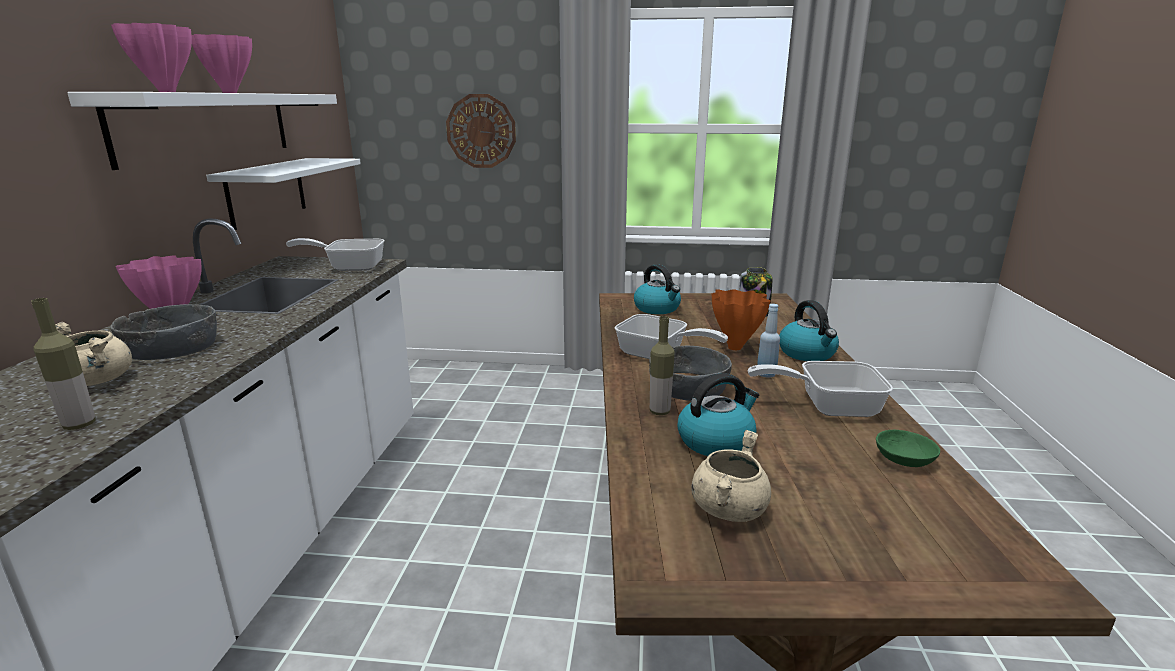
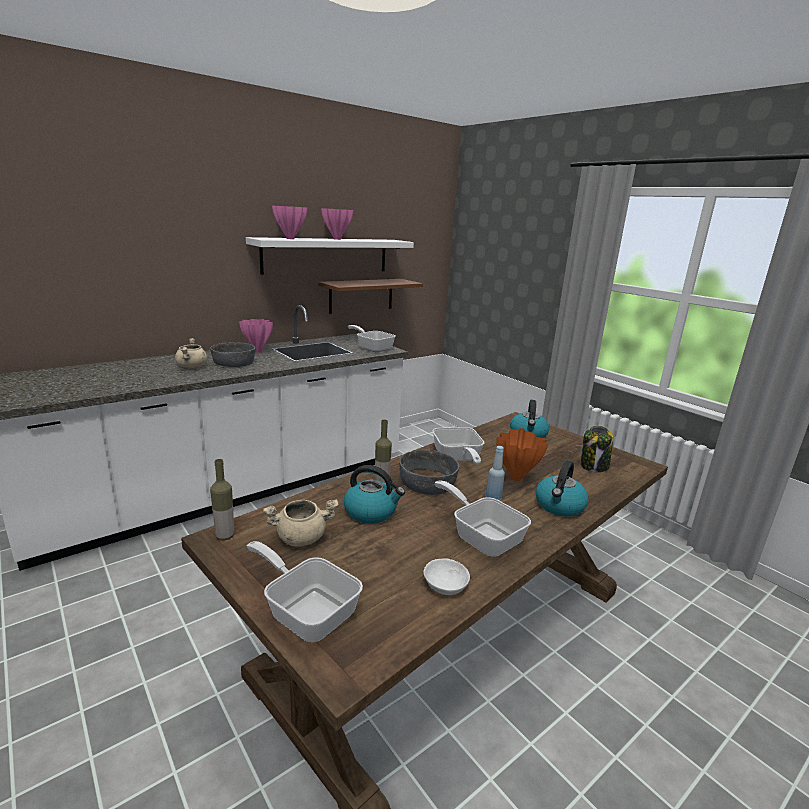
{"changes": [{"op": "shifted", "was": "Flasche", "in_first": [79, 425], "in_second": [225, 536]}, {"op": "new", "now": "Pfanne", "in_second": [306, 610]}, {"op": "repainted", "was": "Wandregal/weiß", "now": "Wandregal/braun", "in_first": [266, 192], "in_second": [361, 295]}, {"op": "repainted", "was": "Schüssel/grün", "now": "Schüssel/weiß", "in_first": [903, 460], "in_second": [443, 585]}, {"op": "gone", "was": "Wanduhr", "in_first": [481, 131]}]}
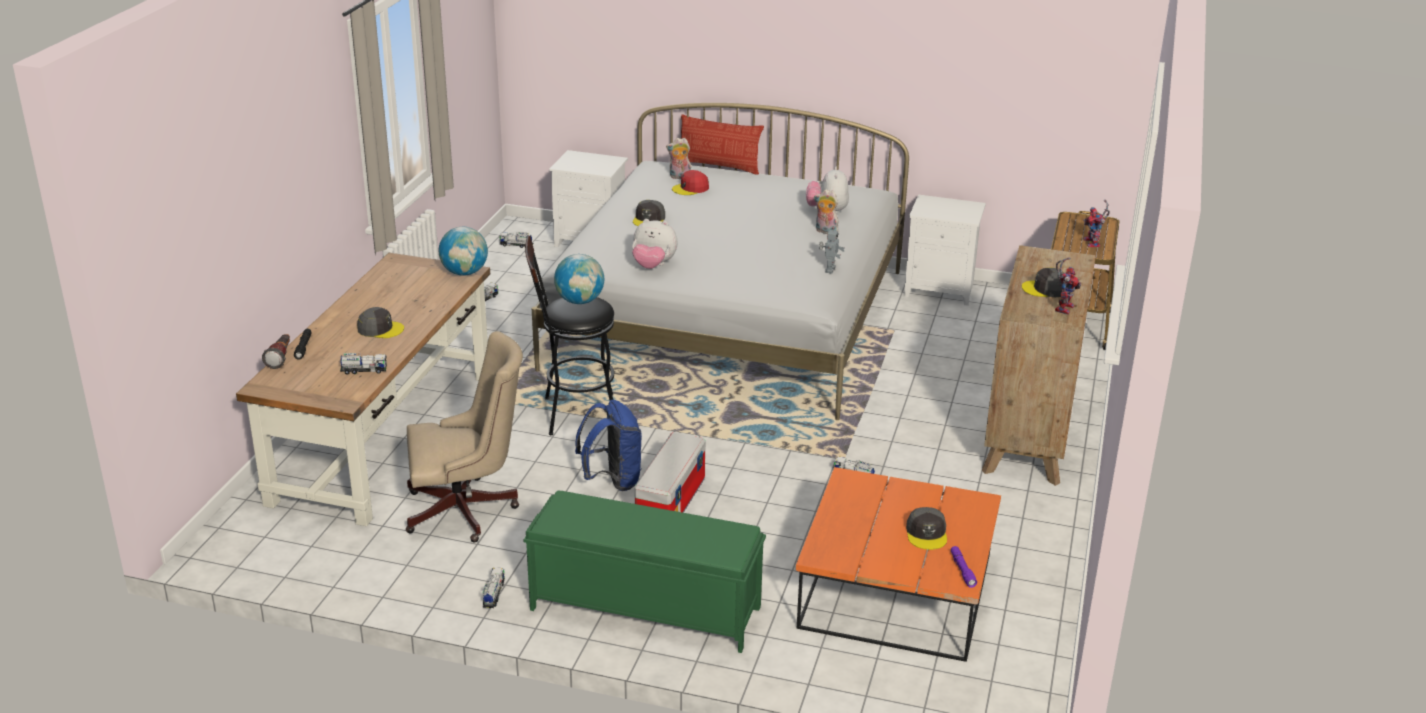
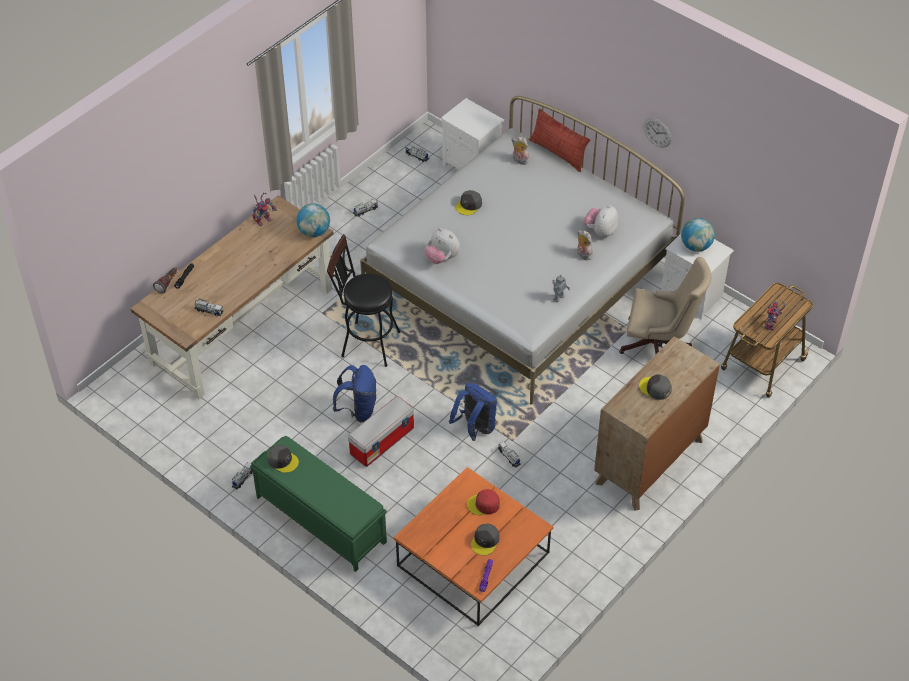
{"changes": [{"op": "shifted", "was": "Spielzeugroboter", "in_first": [1063, 307], "in_second": [264, 219]}, {"op": "shifted", "was": "Kappe/grau", "in_first": [380, 329], "in_second": [282, 460]}, {"op": "new", "now": "Rucksack/blau", "in_second": [475, 428]}, {"op": "shifted", "was": "Kappe/rot", "in_first": [690, 188], "in_second": [484, 504]}, {"op": "shifted", "was": "Bürostuhl/beige", "in_first": [467, 511], "in_second": [659, 346]}, {"op": "new", "now": "Wanduhr", "in_second": [657, 132]}, {"op": "shifted", "was": "Globus", "in_first": [580, 301], "in_second": [696, 246]}]}
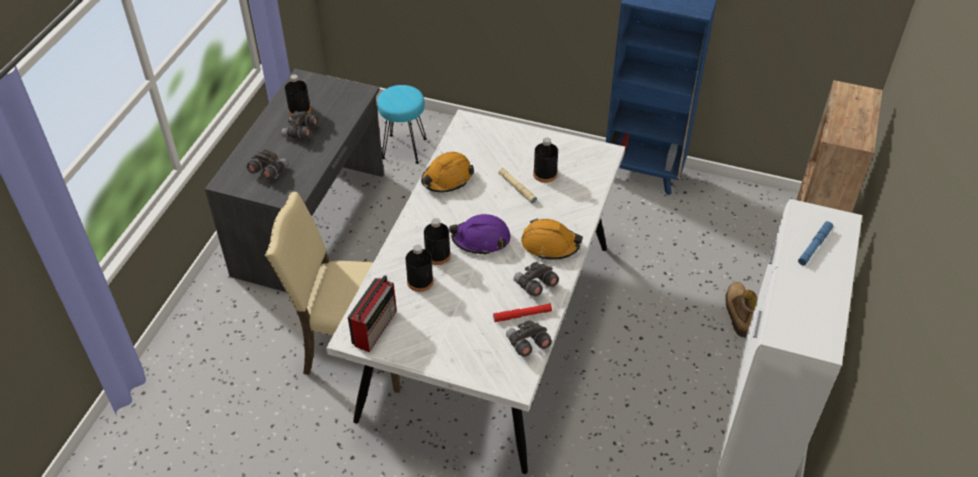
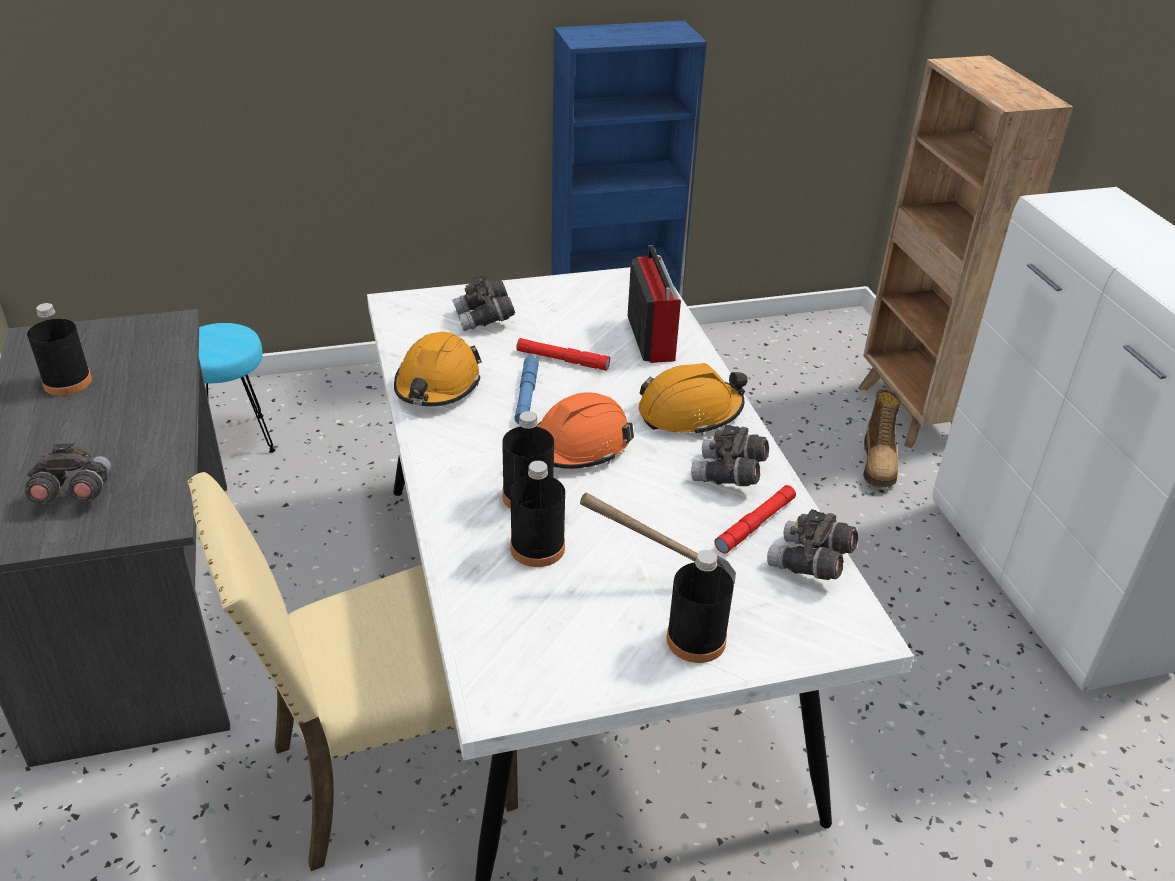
{"changes": [{"op": "shifted", "was": "Fernglas/grau", "in_first": [301, 133], "in_second": [484, 319]}, {"op": "shifted", "was": "Taschenlampe/blau", "in_first": [814, 246], "in_second": [526, 395]}, {"op": "repainted", "was": "Taschenlampe/beige", "now": "Taschenlampe/rot", "in_first": [517, 188], "in_second": [562, 360]}, {"op": "repainted", "was": "Schutzhelm/lila", "now": "Schutzhelm/orange", "in_first": [481, 239], "in_second": [578, 446]}, {"op": "new", "now": "Hammer", "in_second": [663, 580]}, {"op": "shifted", "was": "Radio", "in_first": [375, 327], "in_second": [651, 336]}, {"op": "shifted", "was": "Flasche/schwarz", "in_first": [545, 174], "in_second": [696, 640]}, {"op": "rotated", "was": "Stiefel", "in_first": [738, 312], "in_second": [879, 463], "clockwise": -135}]}
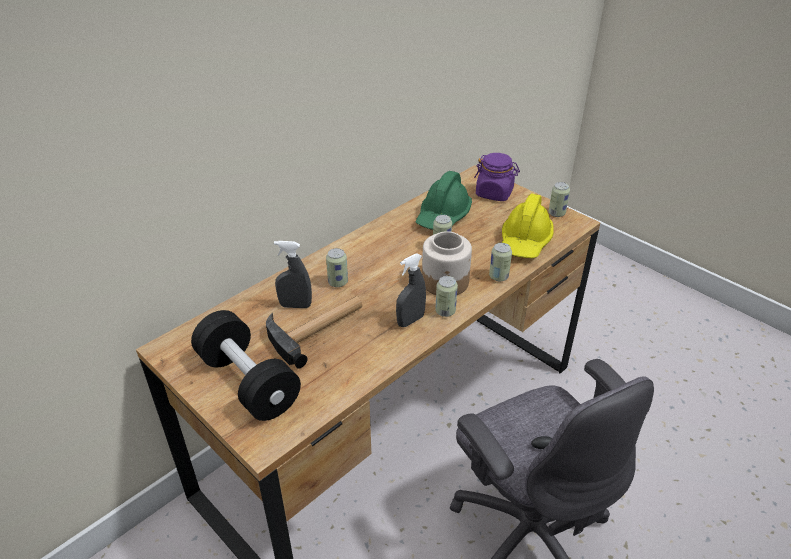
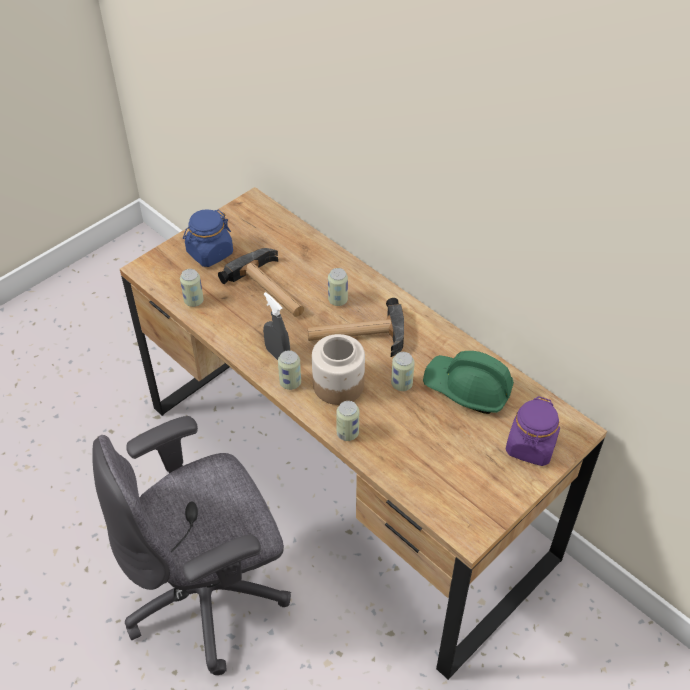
{"changes": [{"op": "shifted", "was": "Dose", "in_first": [556, 213], "in_second": [194, 301]}, {"op": "swapped", "was": "Hantel/schwarz", "now": "Vorratsglas/blau", "in_first": [248, 382], "in_second": [209, 253]}, {"op": "new", "now": "Hammer", "in_second": [356, 335]}, {"op": "gone", "was": "Sprühflasche/grau", "in_first": [295, 305]}, {"op": "gone", "was": "Schutzhelm/gelb", "in_first": [525, 241]}]}
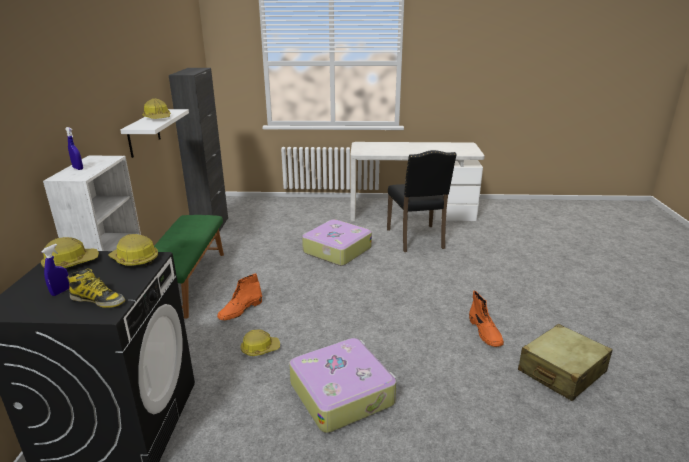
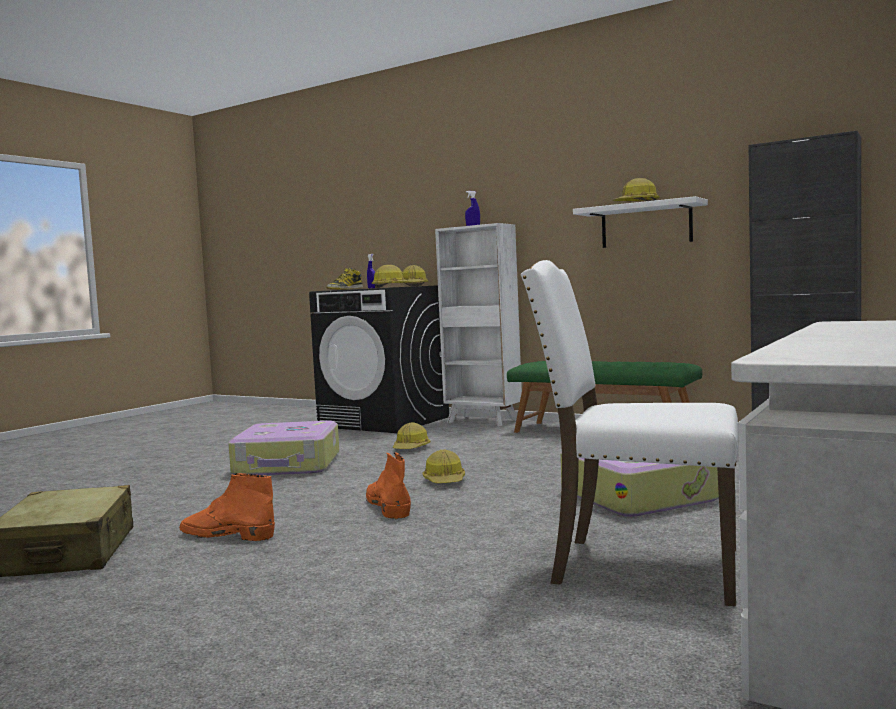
{"changes": [{"op": "shifted", "was": "Stiefel/orange", "in_first": [240, 310], "in_second": [387, 506]}, {"op": "new", "now": "Schutzhelm", "in_second": [445, 481]}, {"op": "repainted", "was": "Stuhl/schwarz", "now": "Stuhl/weiß", "in_first": [417, 239], "in_second": [641, 567]}]}
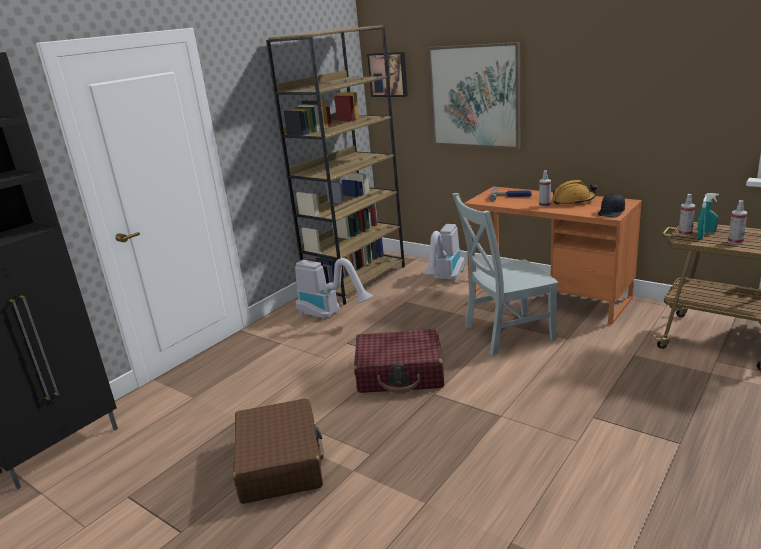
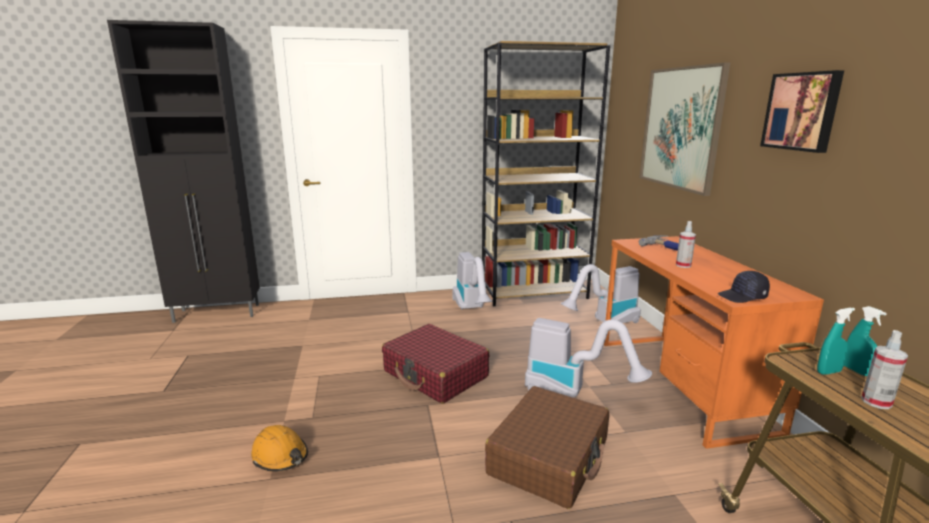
{"changes": [{"op": "shifted", "was": "Schutzhelm/orange", "in_first": [573, 201], "in_second": [280, 456]}, {"op": "shifted", "was": "Koffer/braun", "in_first": [280, 462], "in_second": [549, 457]}, {"op": "swapped", "was": "Stuhl/grau", "now": "Staubsauger", "in_first": [505, 333], "in_second": [573, 392]}, {"op": "shifted", "was": "Bild", "in_first": [388, 74], "in_second": [802, 111]}, {"op": "gone", "was": "Sprühflasche", "in_first": [685, 233]}]}
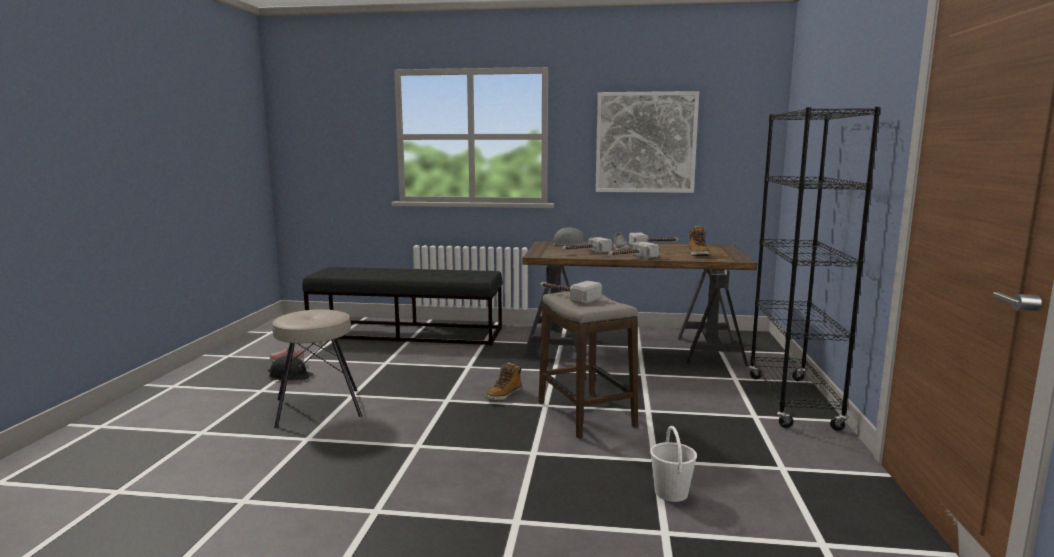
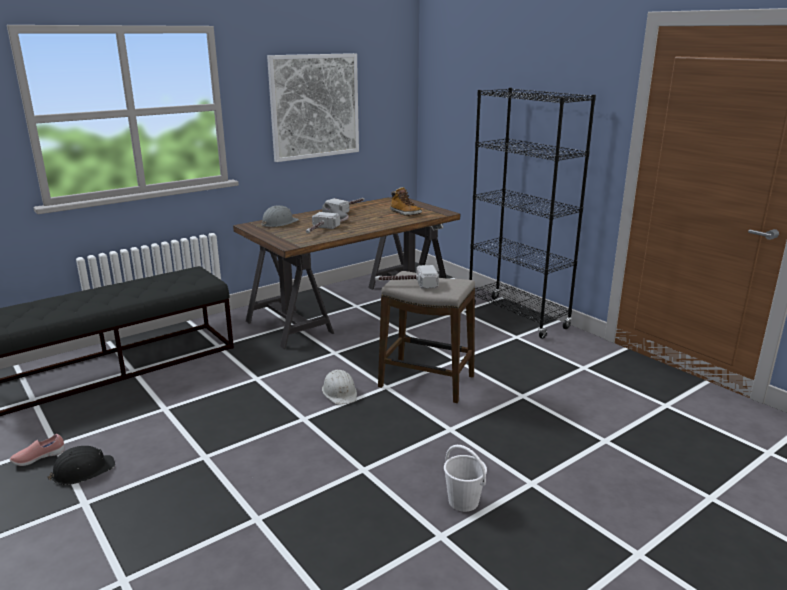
{"changes": [{"op": "swapped", "was": "Stiefel", "now": "Schutzhelm/weiß", "in_first": [504, 395], "in_second": [340, 392]}, {"op": "shifted", "was": "Eimer/weiß", "in_first": [671, 493], "in_second": [464, 502]}, {"op": "gone", "was": "Hocker/beige", "in_first": [318, 407]}, {"op": "gone", "was": "Hammer", "in_first": [630, 258]}]}
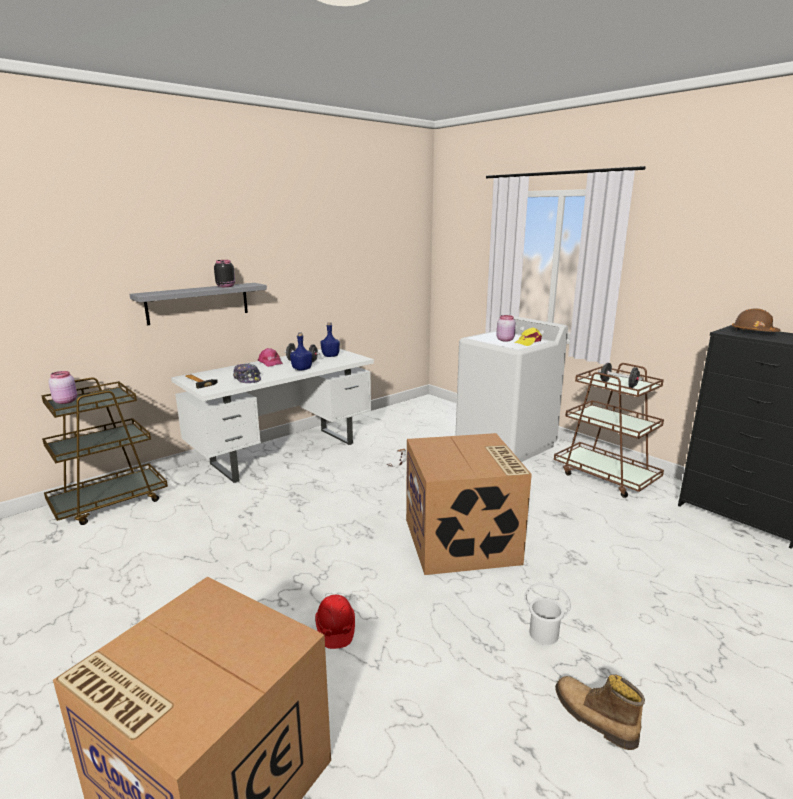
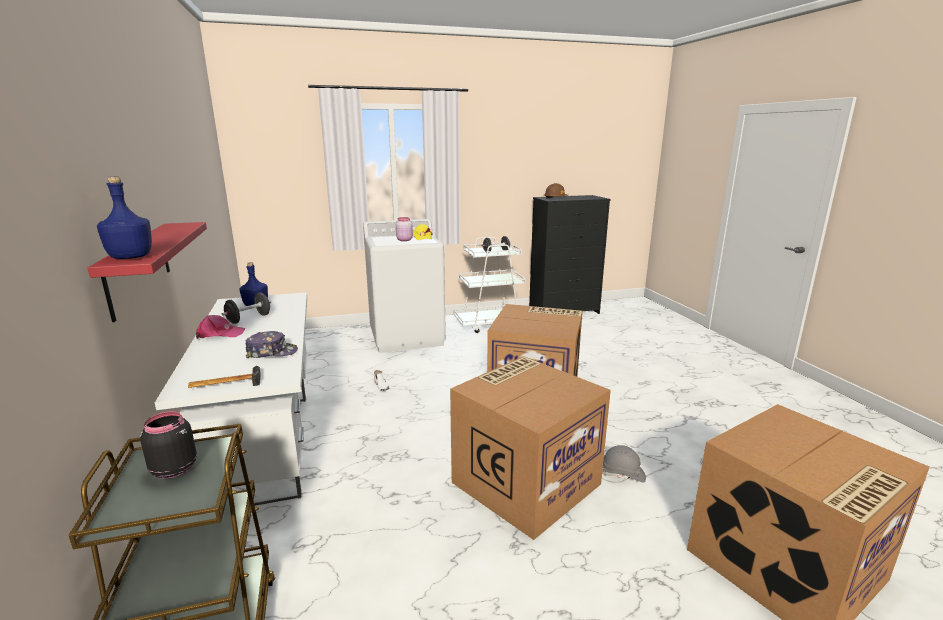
{"changes": [{"op": "repainted", "was": "Wandregal/grau", "now": "Wandregal/rot", "in_first": [198, 303], "in_second": [139, 267]}, {"op": "shifted", "was": "Flasche/blau", "in_first": [301, 369], "in_second": [131, 257]}, {"op": "shifted", "was": "Vorratsglas/schwarz", "in_first": [226, 286], "in_second": [174, 469]}, {"op": "new", "now": "Karton", "in_second": [525, 481]}, {"op": "repainted", "was": "Rollwagen/braun", "now": "Rollwagen/weiß", "in_first": [605, 477], "in_second": [491, 324]}, {"op": "repainted", "was": "Schutzhelm/rot", "now": "Schutzhelm/grau", "in_first": [335, 629], "in_second": [622, 474]}, {"op": "gone", "was": "Vorratsglas/rosa", "in_first": [66, 401]}, {"op": "gone", "was": "Eimer/weiß", "in_first": [543, 633]}, {"op": "gone", "was": "Stiefel", "in_first": [593, 718]}]}
